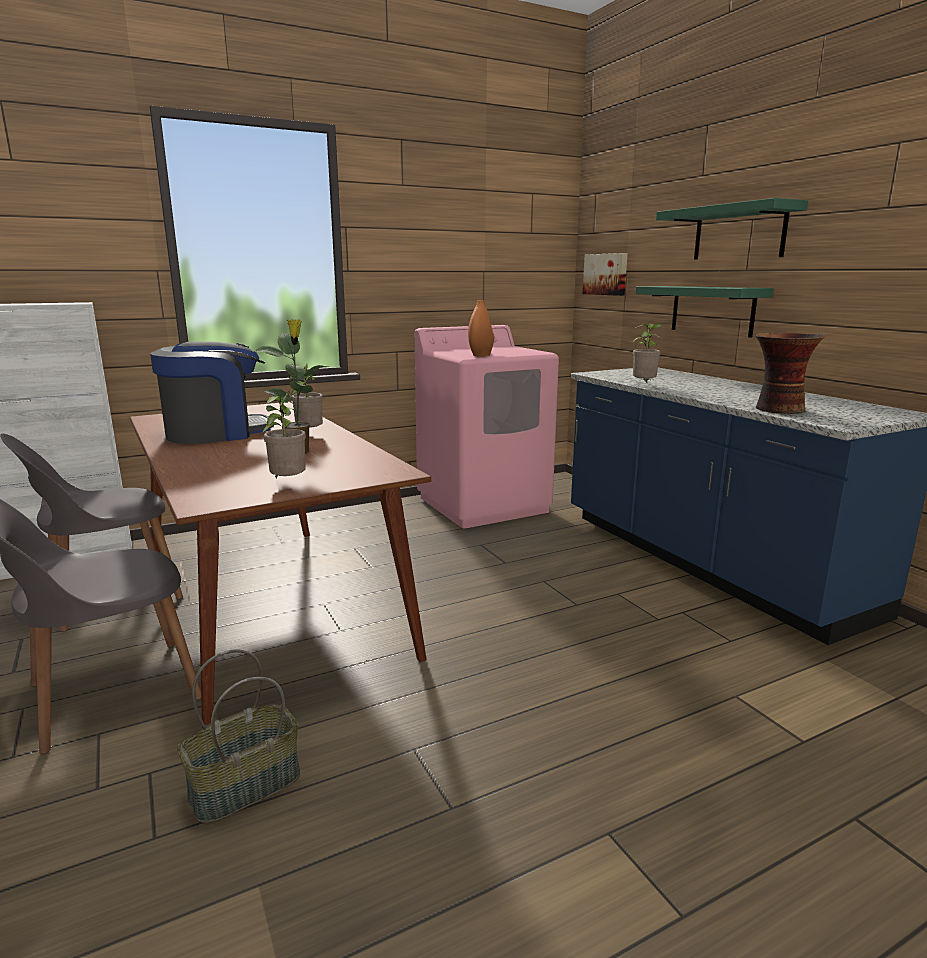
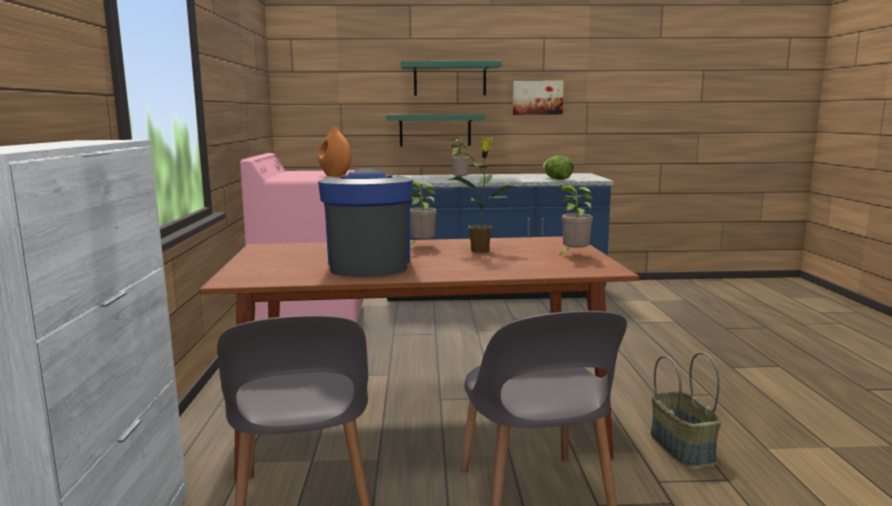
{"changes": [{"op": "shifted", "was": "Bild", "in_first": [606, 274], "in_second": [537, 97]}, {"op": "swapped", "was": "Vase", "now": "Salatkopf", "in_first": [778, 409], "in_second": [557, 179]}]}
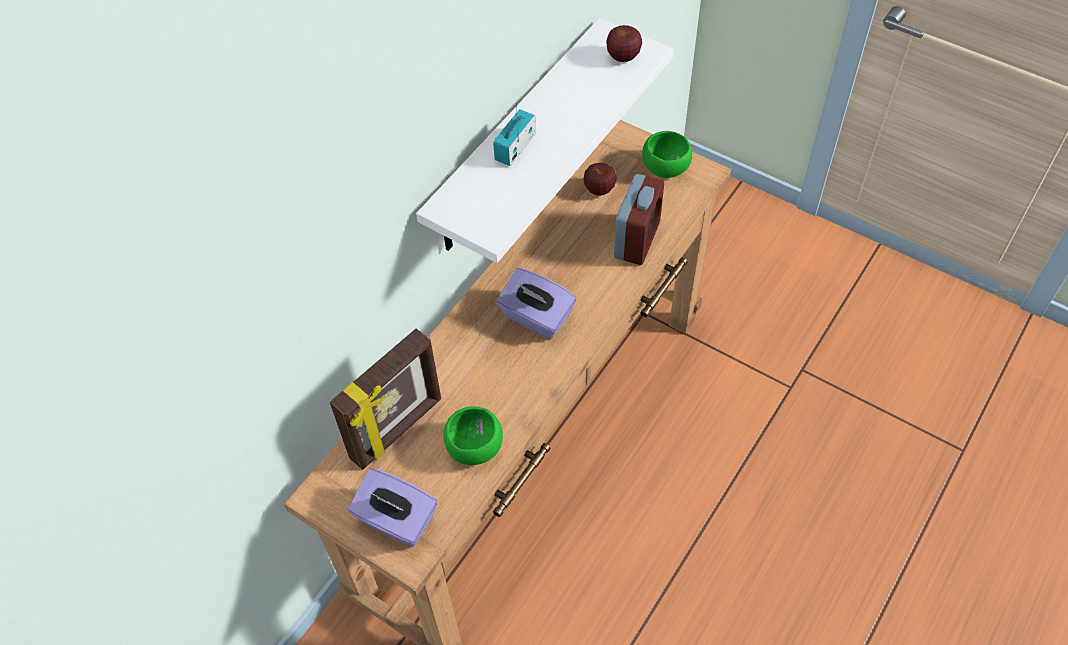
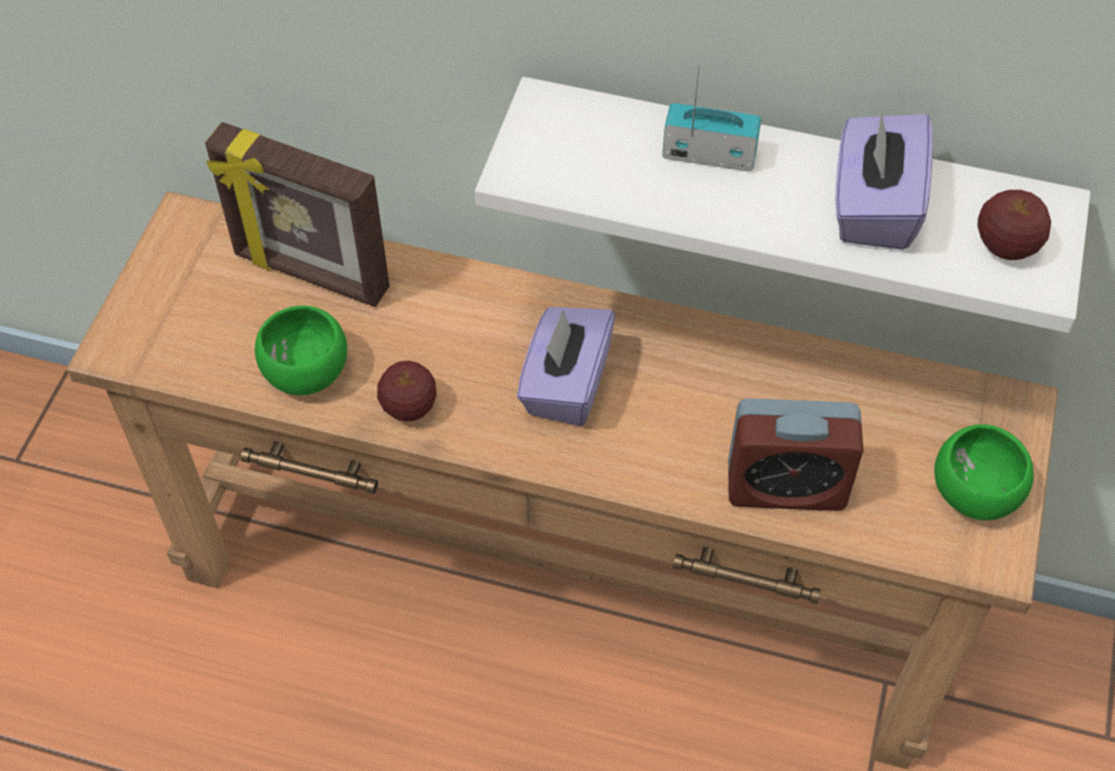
{"changes": [{"op": "shifted", "was": "Apfel", "in_first": [599, 189], "in_second": [409, 408]}, {"op": "shifted", "was": "Taschentuchbox/lila", "in_first": [396, 520], "in_second": [873, 207]}]}
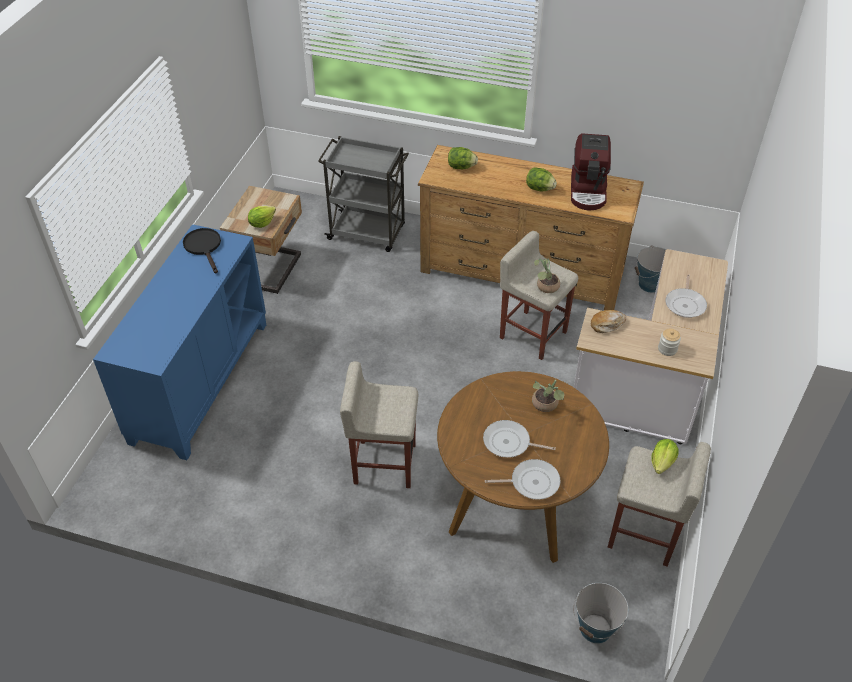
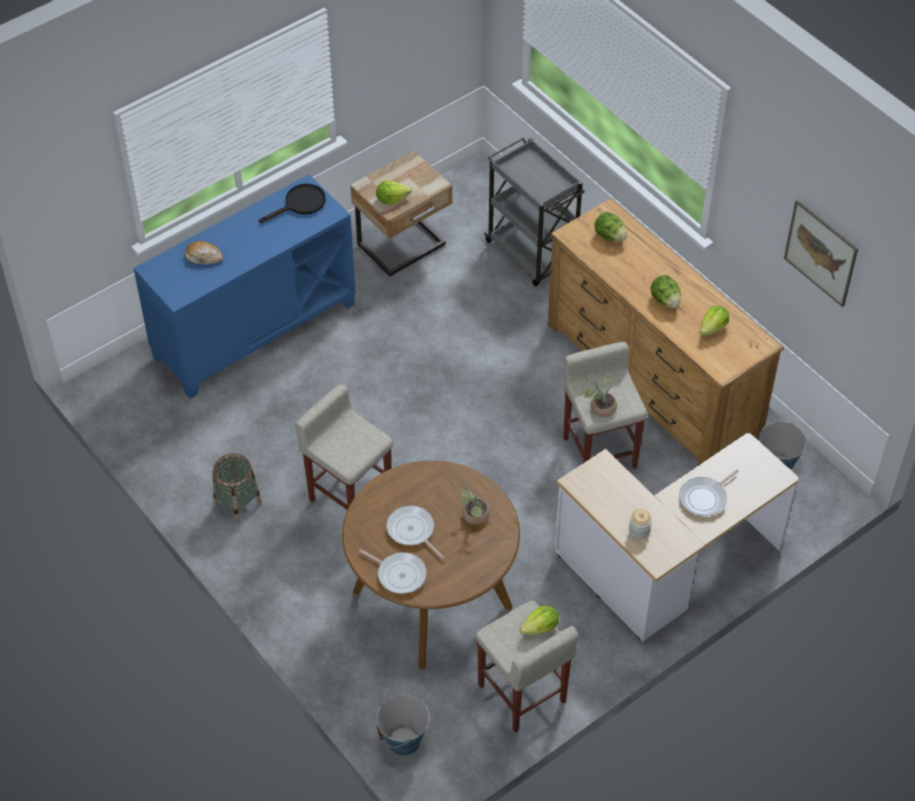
{"changes": [{"op": "shifted", "was": "Brot", "in_first": [607, 324], "in_second": [203, 256]}, {"op": "new", "now": "Korb", "in_second": [238, 504]}, {"op": "rotated", "was": "Pfanne/schwarz", "in_first": [204, 247], "in_second": [300, 204], "clockwise": 45}, {"op": "swapped", "was": "Kaffeemaschine", "now": "Salatkopf", "in_first": [588, 191], "in_second": [713, 328]}, {"op": "new", "now": "Bild", "in_second": [821, 253]}]}
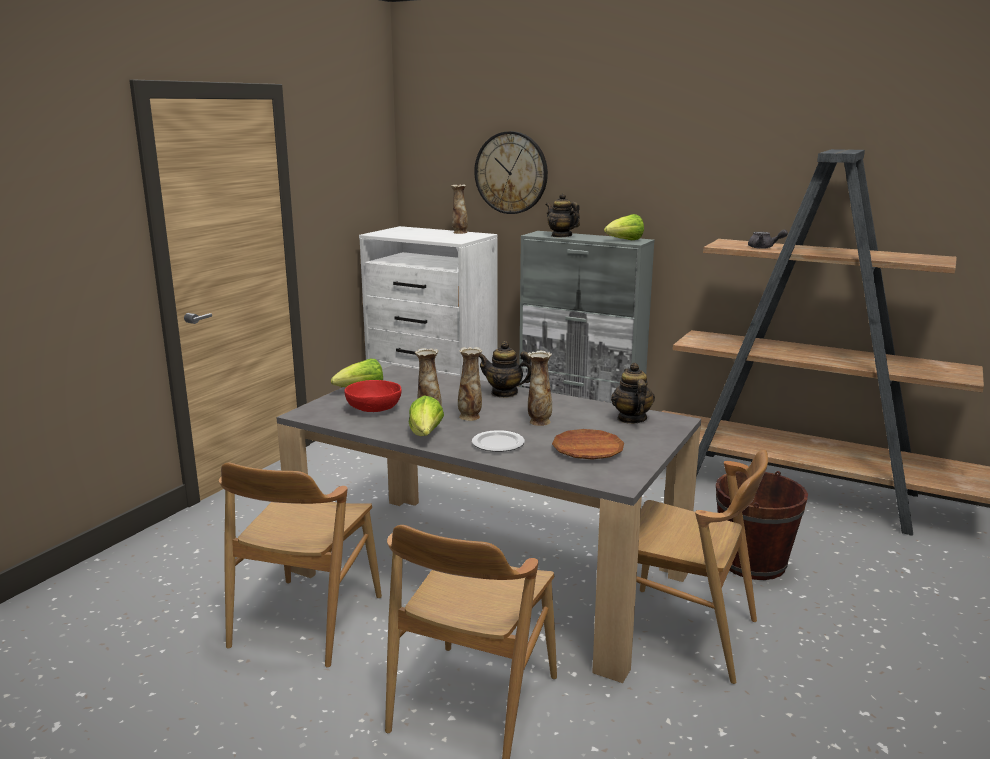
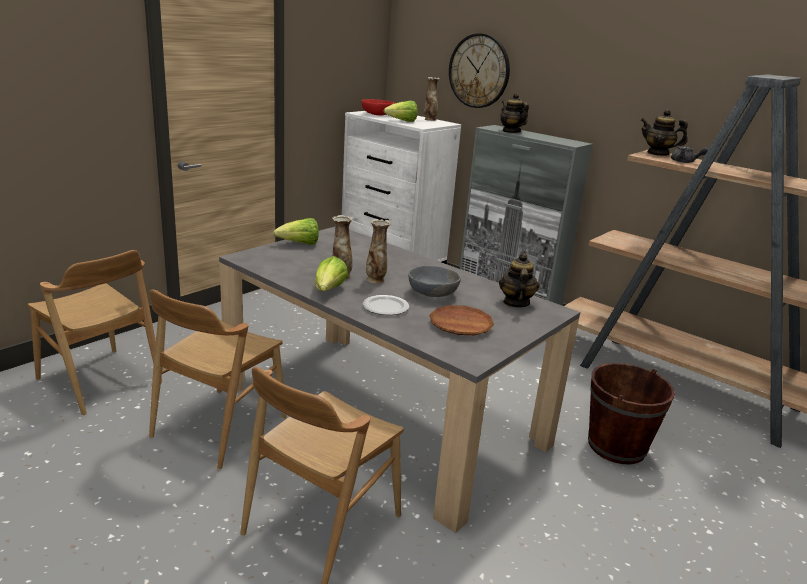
{"changes": [{"op": "shifted", "was": "Stuhl/braun", "in_first": [684, 634], "in_second": [99, 381]}, {"op": "shifted", "was": "Schüssel/rot", "in_first": [374, 409], "in_second": [377, 114]}, {"op": "shifted", "was": "Salatkopf", "in_first": [624, 241], "in_second": [402, 121]}, {"op": "swapped", "was": "Vase", "now": "Schüssel/grau", "in_first": [539, 422], "in_second": [432, 293]}, {"op": "shifted", "was": "Teekanne", "in_first": [504, 393], "in_second": [658, 153]}]}
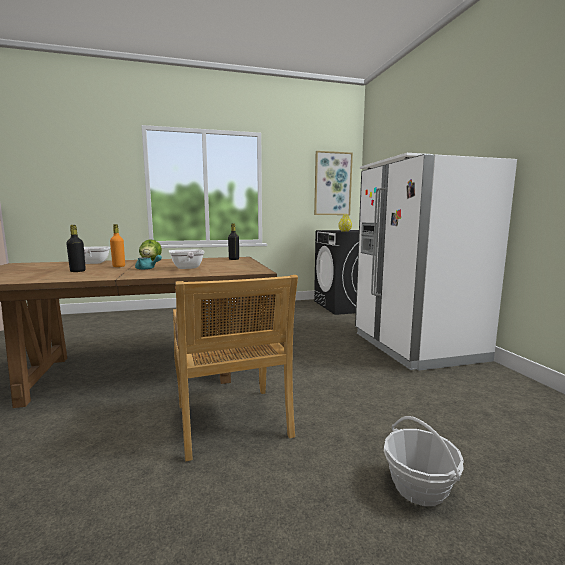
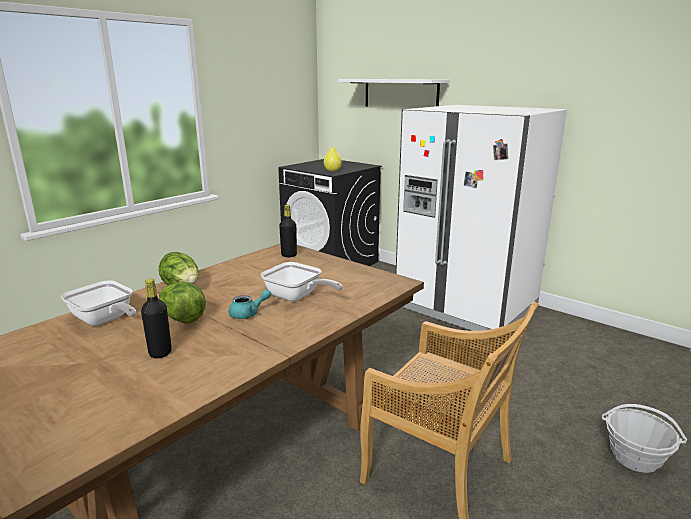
{"changes": [{"op": "swapped", "was": "Flasche/orange", "now": "Salatkopf", "in_first": [119, 266], "in_second": [182, 318]}, {"op": "gone", "was": "Bild", "in_first": [332, 184]}]}
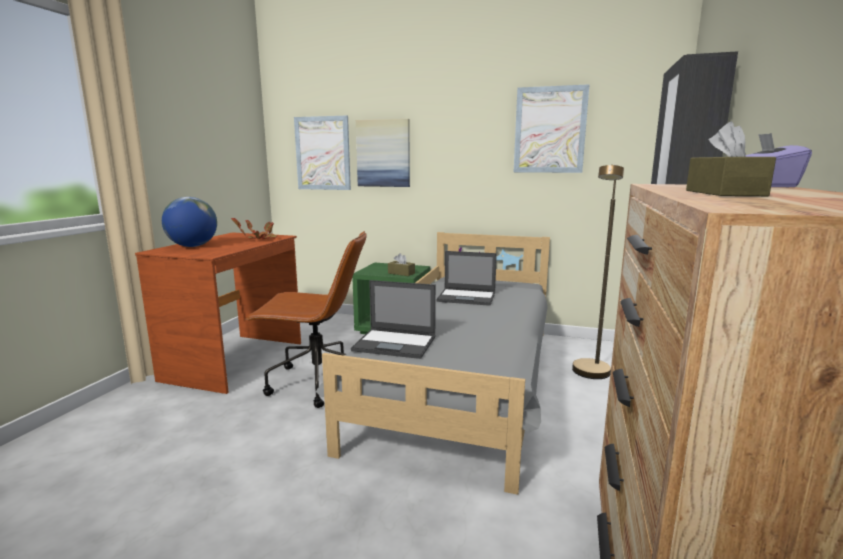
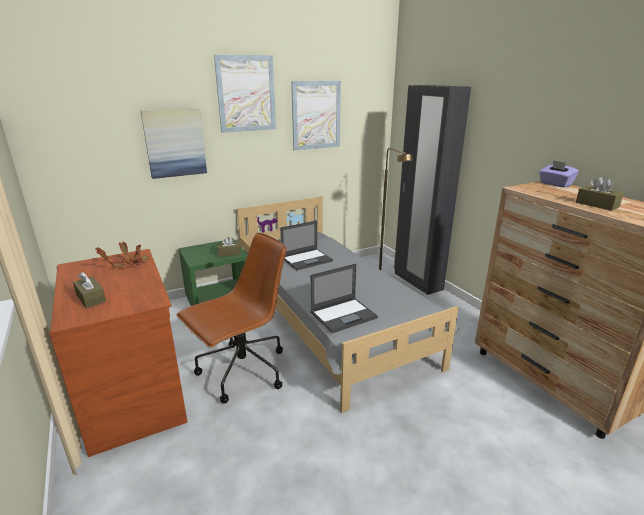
{"changes": [{"op": "swapped", "was": "Globus", "now": "Taschentuchbox/braun", "in_first": [193, 246], "in_second": [91, 298]}, {"op": "shifted", "was": "Bild", "in_first": [323, 153], "in_second": [246, 94]}]}
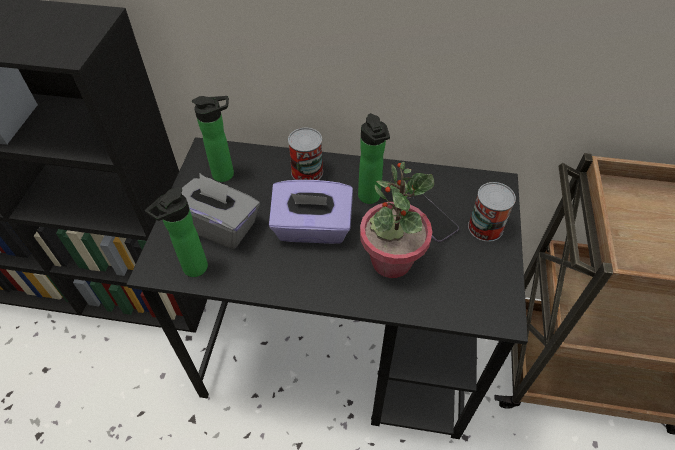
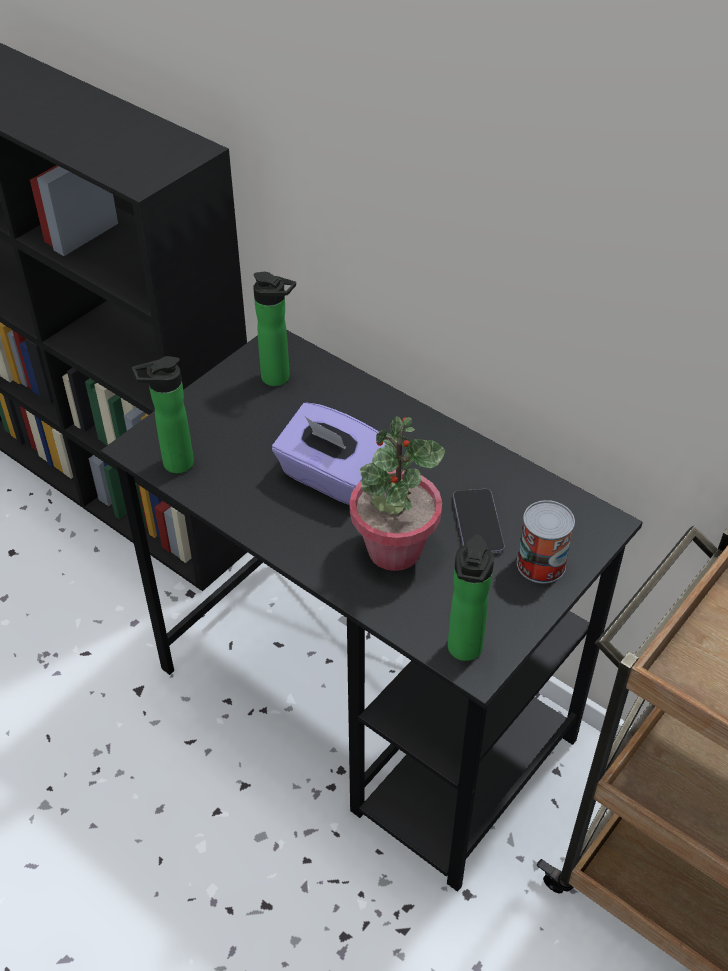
{"changes": [{"op": "shifted", "was": "Flasche", "in_first": [370, 198], "in_second": [464, 652]}, {"op": "gone", "was": "Taschentuchbox/grau", "in_first": [219, 225]}, {"op": "gone", "was": "Dose", "in_first": [307, 172]}]}
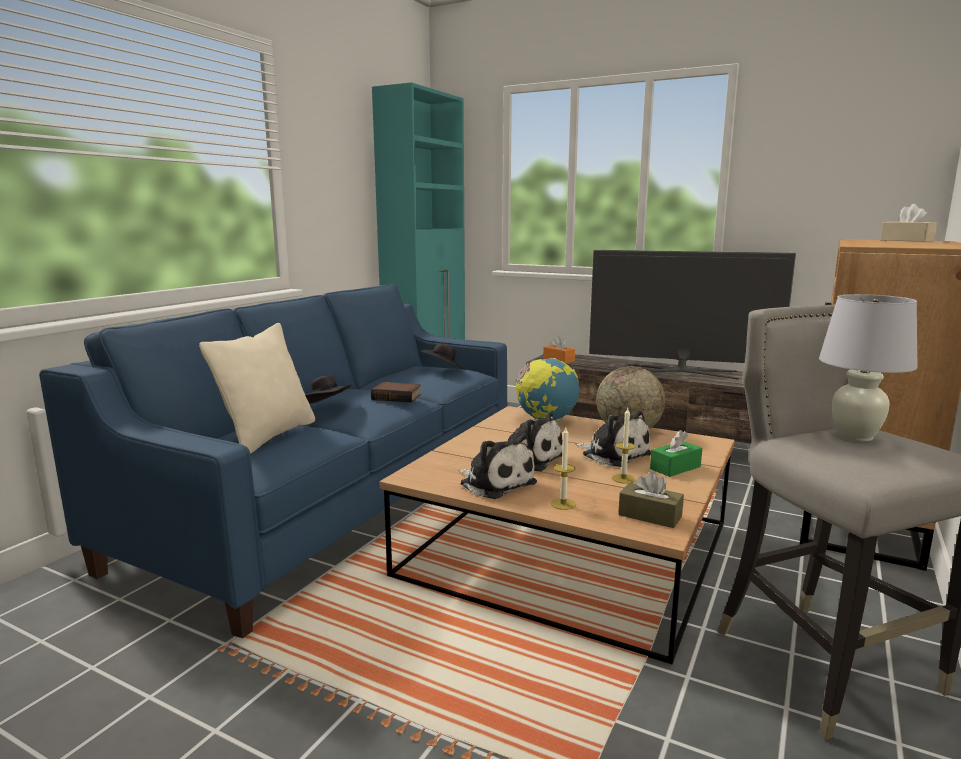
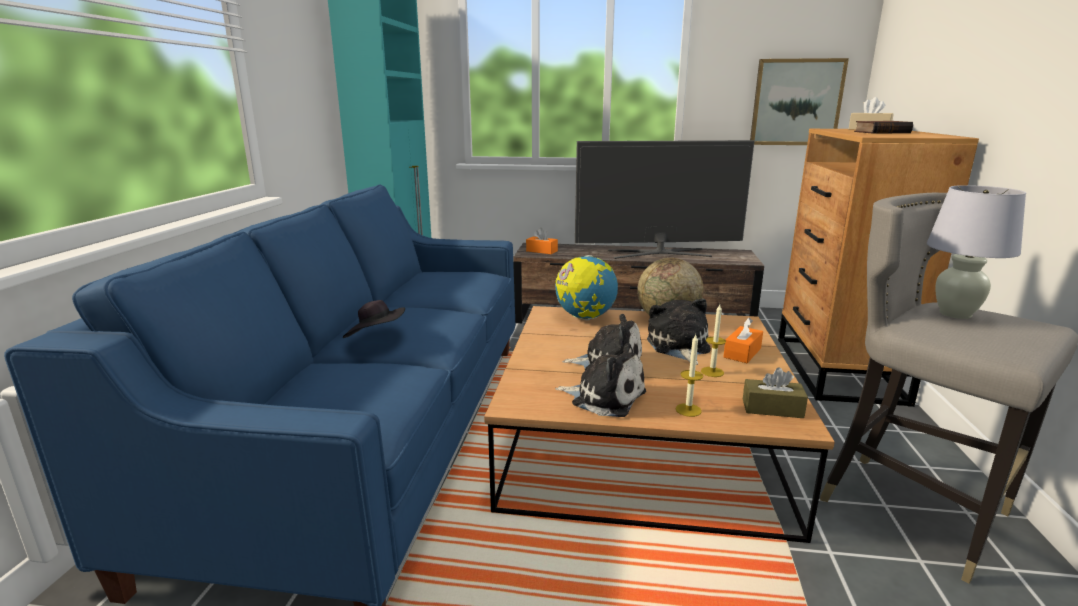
{"changes": [{"op": "rotated", "was": "Plüschtier", "in_first": [613, 454], "in_second": [678, 346], "clockwise": -120}, {"op": "repainted", "was": "Taschentuchbox/grün", "now": "Taschentuchbox/orange", "in_first": [675, 468], "in_second": [742, 353]}, {"op": "new", "now": "Bild", "in_second": [796, 102]}, {"op": "shifted", "was": "Buch", "in_first": [397, 396], "in_second": [881, 132]}, {"op": "gone", "was": "Kissen/beige", "in_first": [268, 436]}, {"op": "gone", "was": "Hut/schwarz", "in_first": [444, 371]}]}
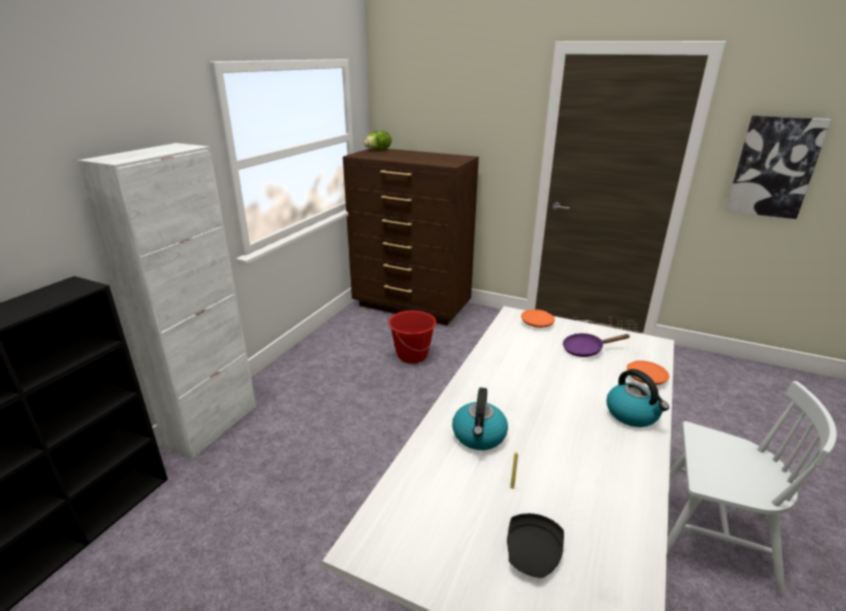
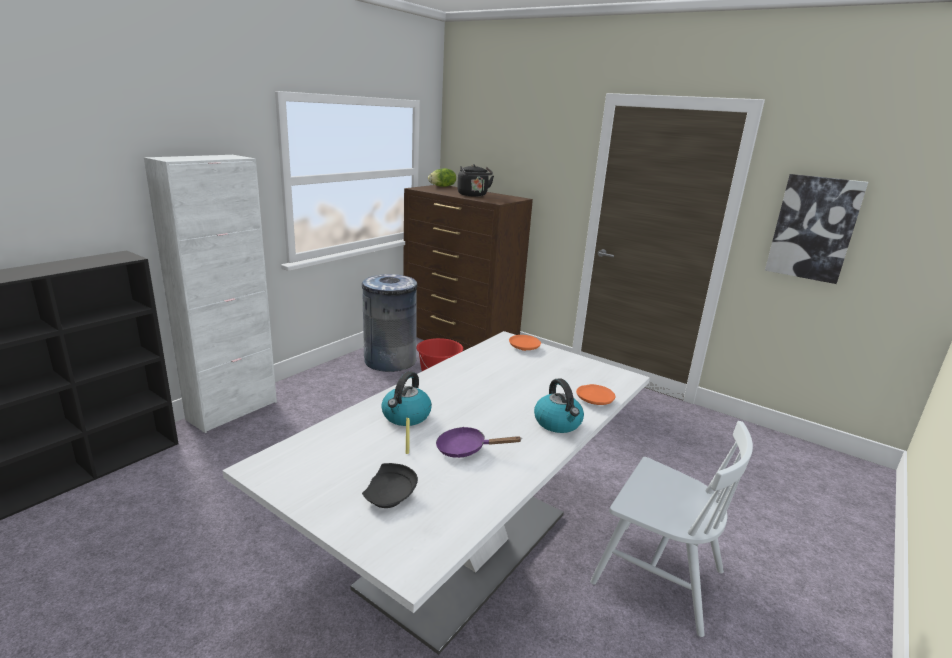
{"changes": [{"op": "new", "now": "Mülleimer/grau", "in_second": [390, 361]}, {"op": "shifted", "was": "Pfanne/lila", "in_first": [586, 350], "in_second": [466, 449]}, {"op": "new", "now": "Wasserkessel/schwarz", "in_second": [473, 195]}]}
